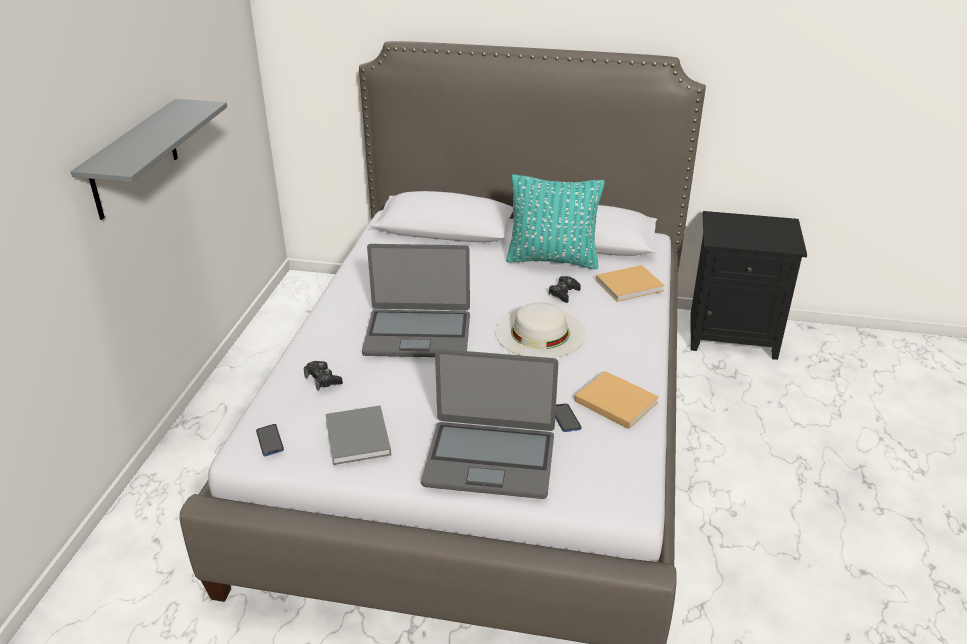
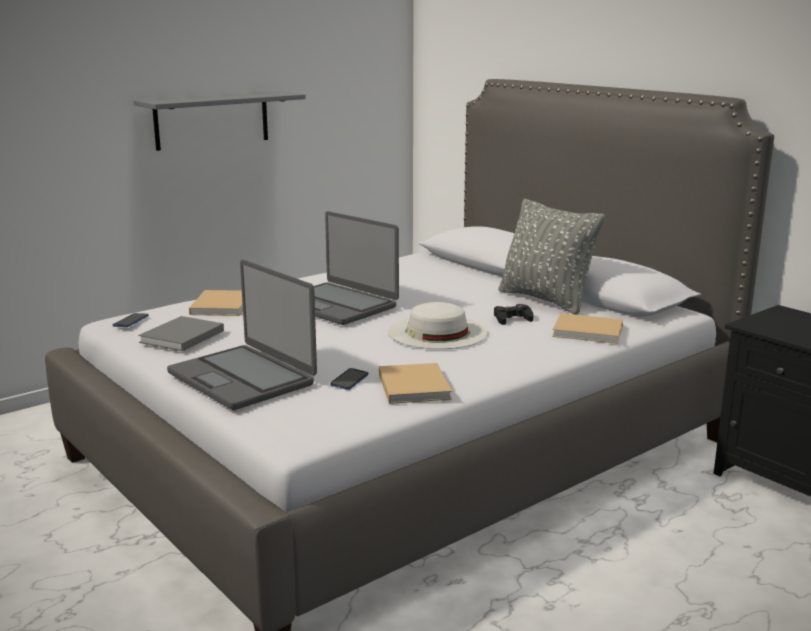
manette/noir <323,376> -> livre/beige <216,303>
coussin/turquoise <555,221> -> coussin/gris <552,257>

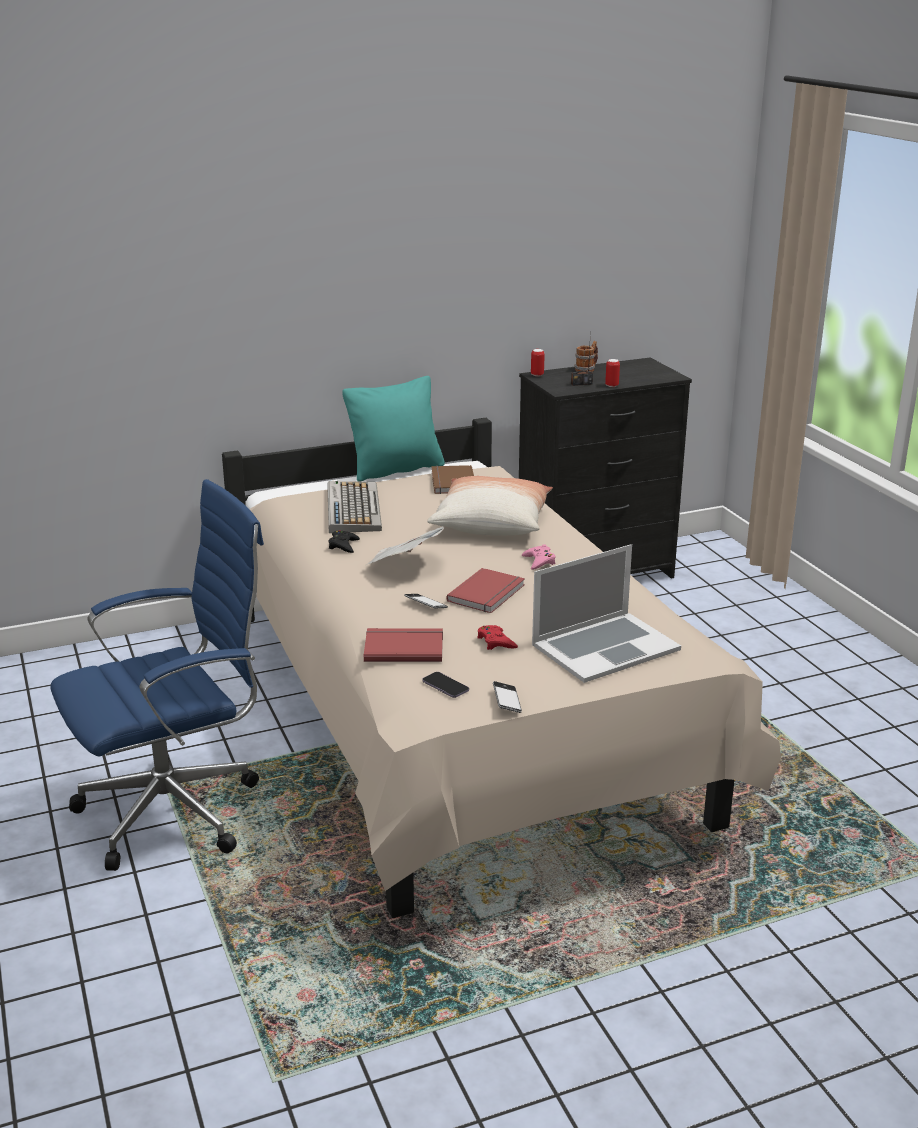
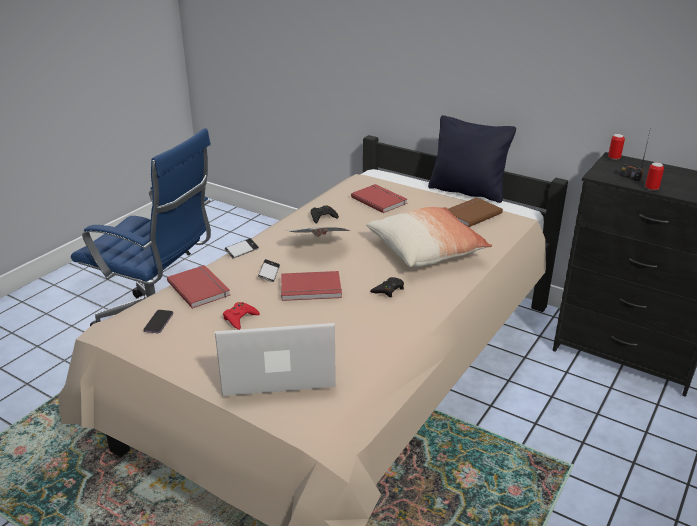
clavier <355,507> -> livre/rouge <379,198>
coussin/turquoise <393,428> -> coussin/noir <472,159>
téléphone <507,697> -> téléphone <242,248>, moved
manette/rose <539,557> -> manette/noir <387,287>
ordinateur portable <606,613> -> ordinateur portable <275,359>, 150 degrees clockwise
mug <586,356> -> none

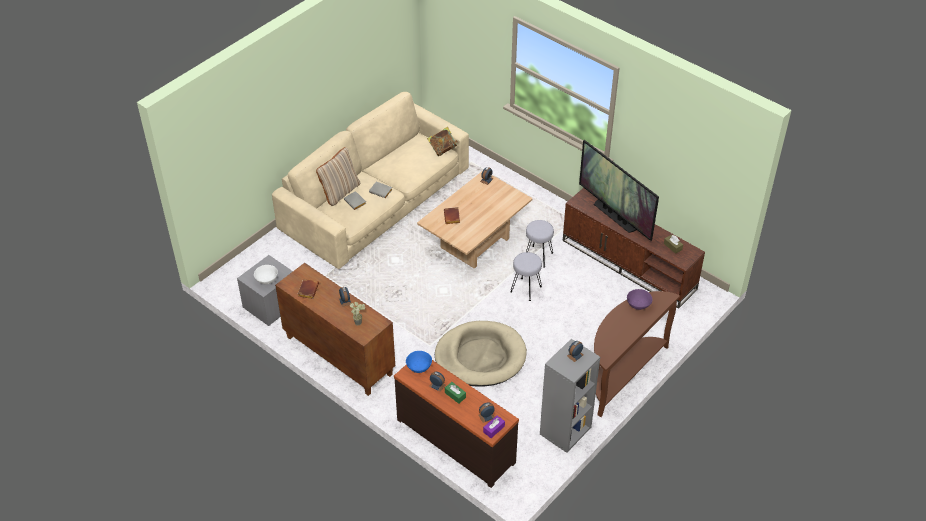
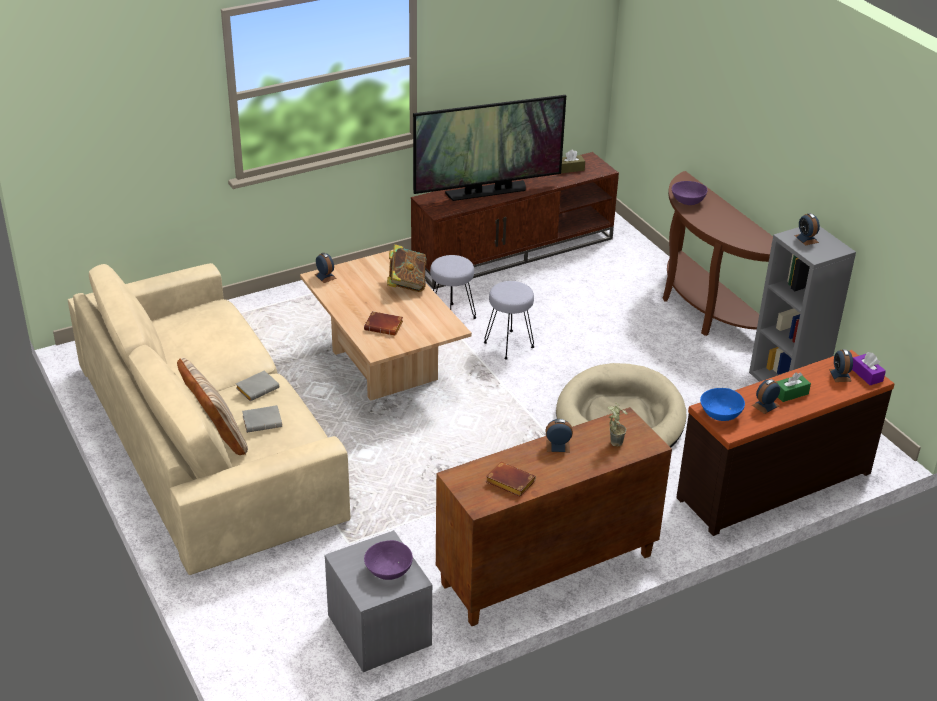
bol/blanc <266,274> -> bol/violet <388,560>
livre <442,141> -> livre <407,268>, moved

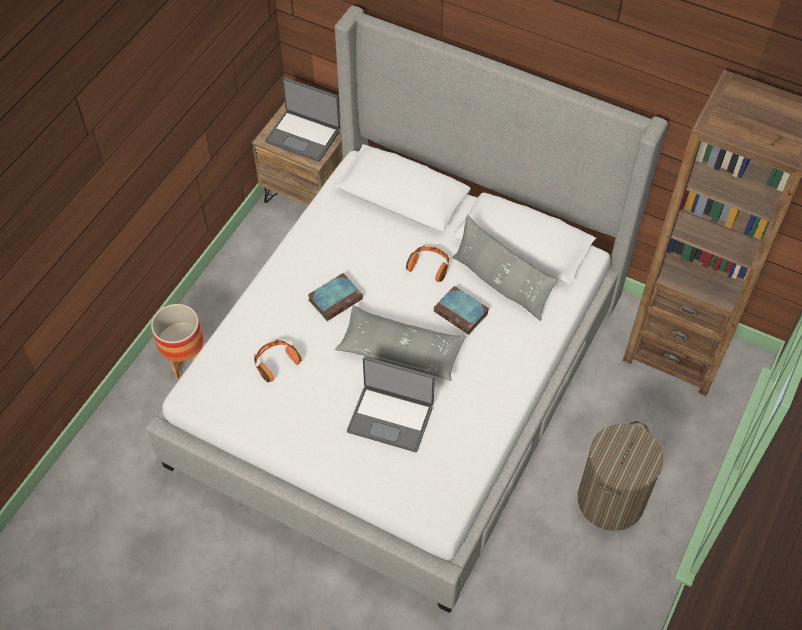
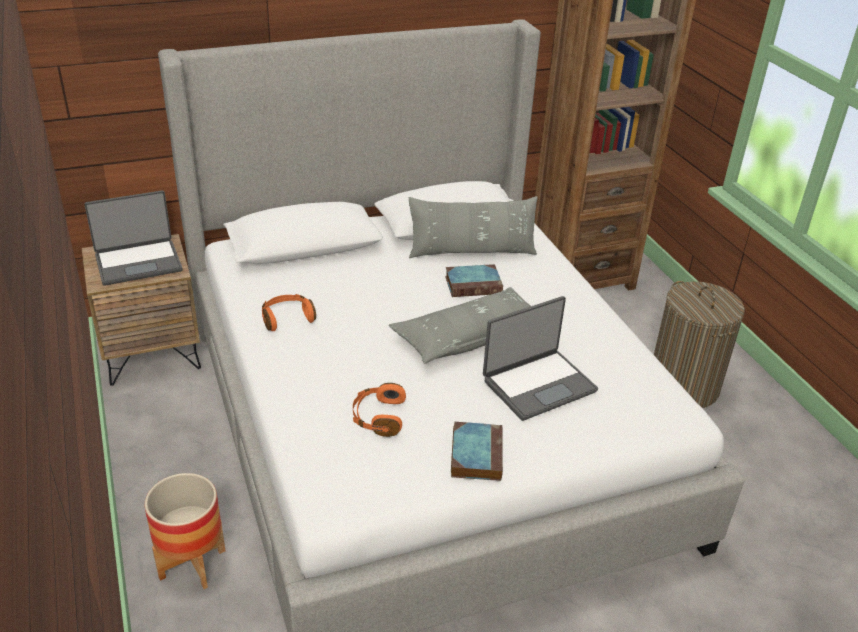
livre <335,297> -> livre <477,451>, moved
casque audio/orange <427,263> -> casque audio/orange <289,312>, moved

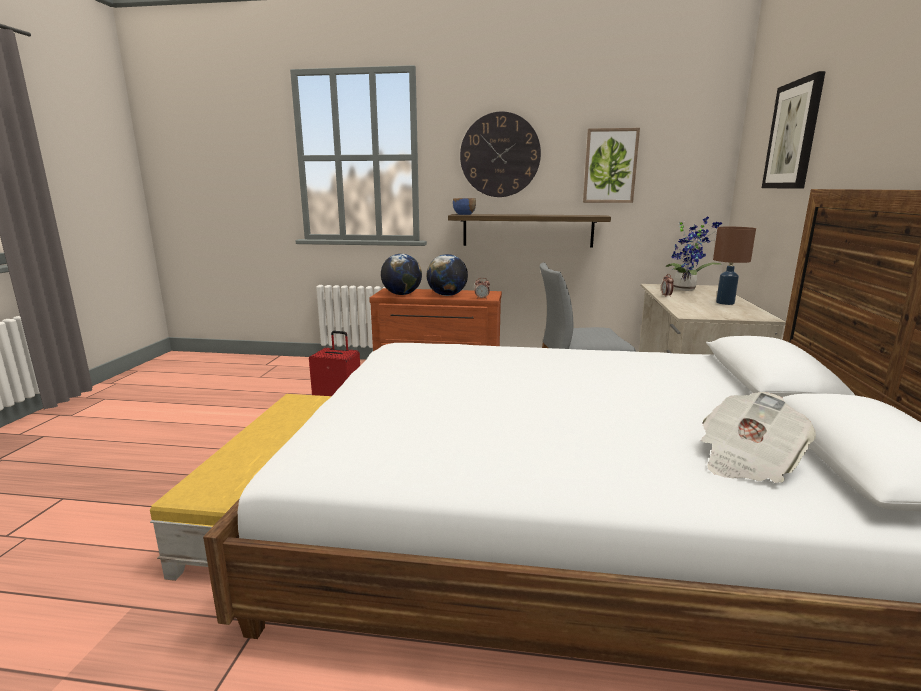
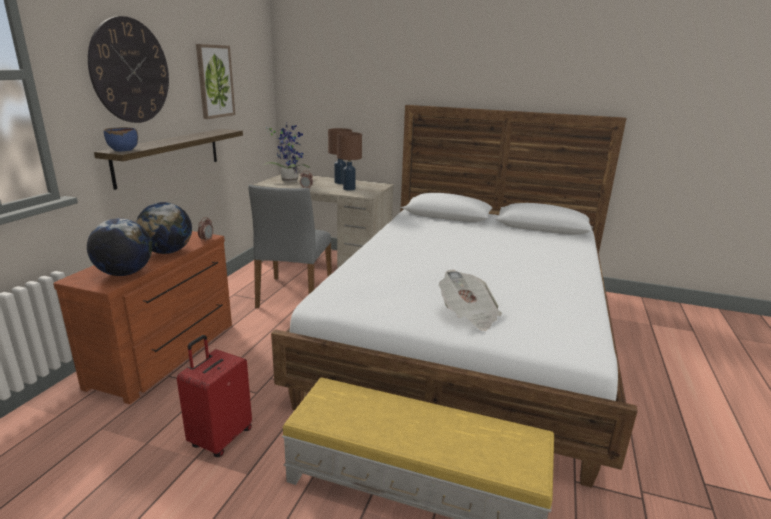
journal <758,437> -> journal <470,300>, moved
tableau <794,130> -> none
none -> lampe de table/marron <349,161>

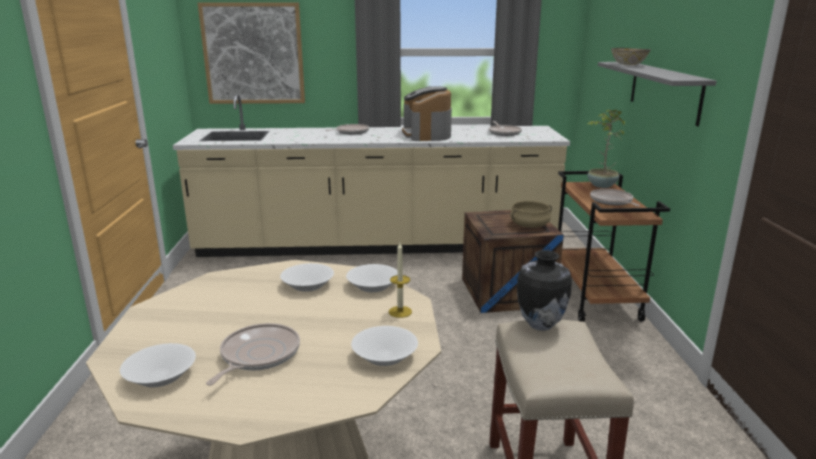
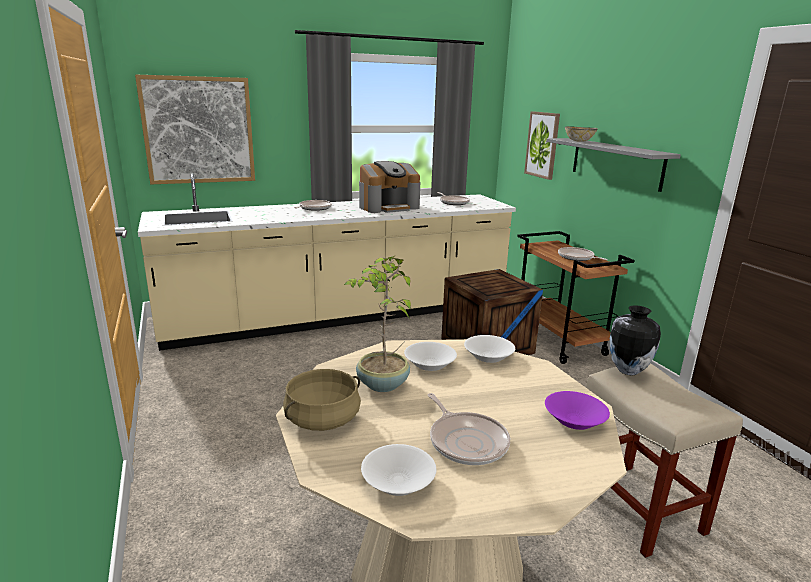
poêle <253,354> -> poêle <469,429>, 150 degrees clockwise
bol/blanc <384,346> -> bol/violet <577,410>
bougie <400,280> -> none
machine à café <427,113> -> machine à café <389,187>, 90 degrees counterclockwise
marmite/beige <531,214> -> marmite/beige <322,400>, moved
plante en pot <606,149> -> plante en pot <377,324>, moved
none -> tableau <542,145>

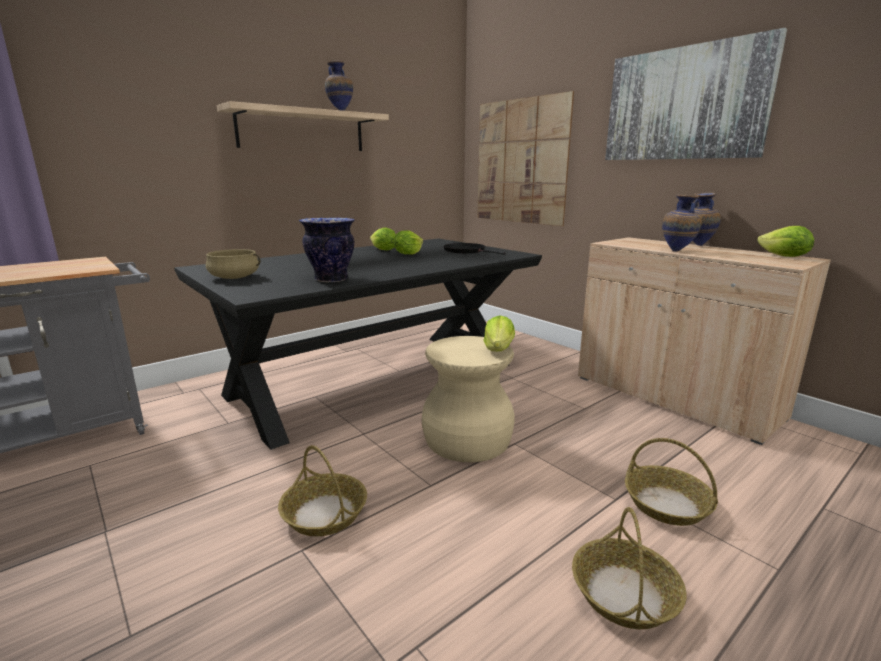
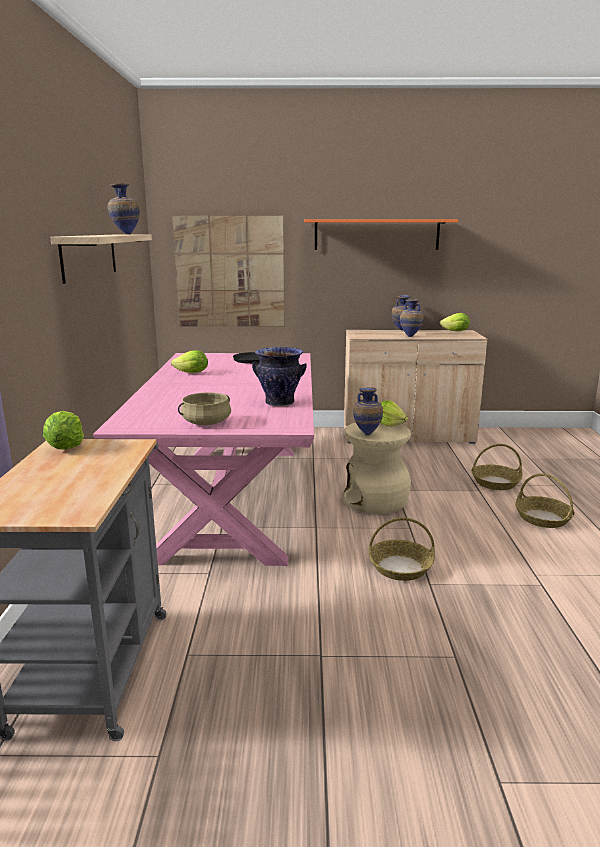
table à manger/noir <358,344> -> table à manger/rose <203,459>
laitue <408,242> -> laitue <63,430>, moved
tableau <696,94> -> étagère/orange <381,234>
none -> vase <368,411>

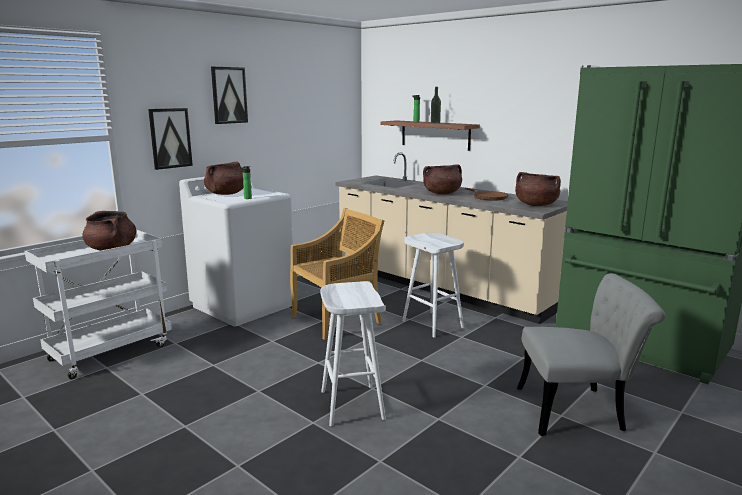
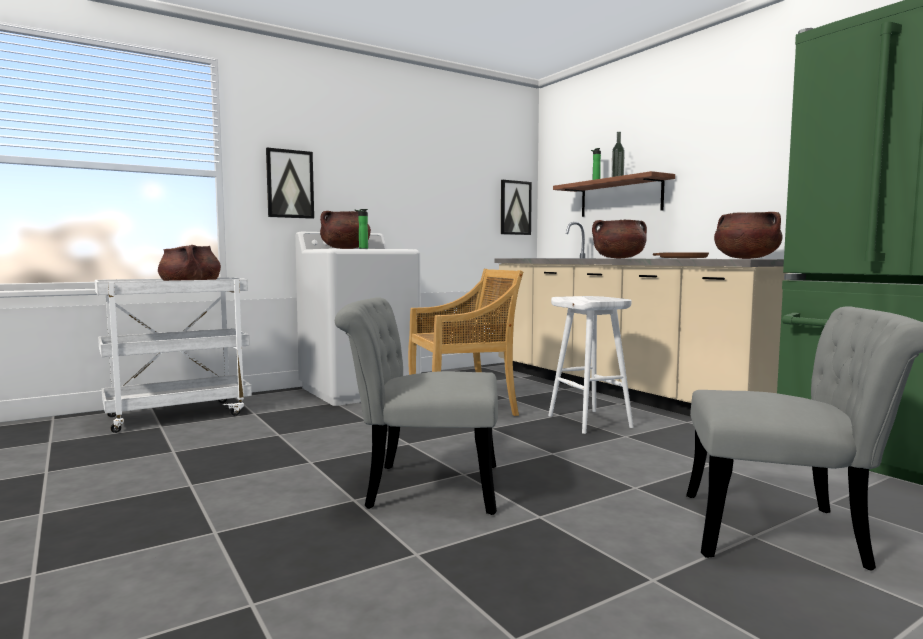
tableau <229,95> -> tableau <516,207>, moved
tabouret/blanc <353,353> -> chaise/gris <416,406>

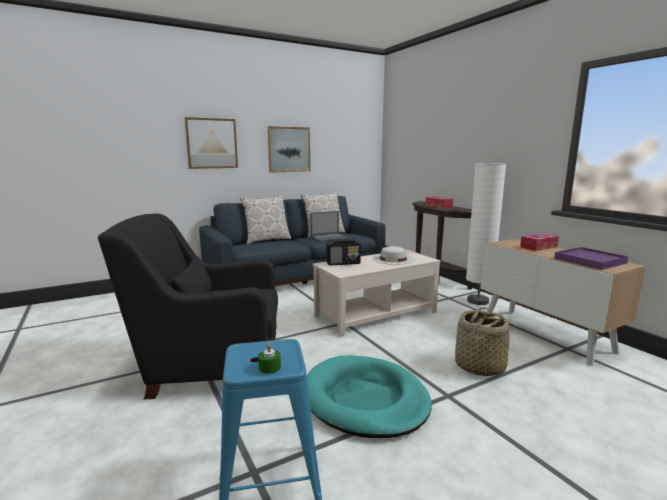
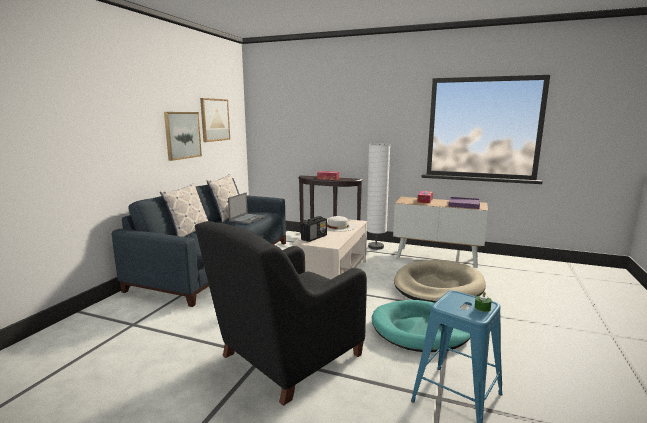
tableau <211,143> -> tableau <215,120>, moved
panier <482,341> -> panier pour chien/beige <440,281>

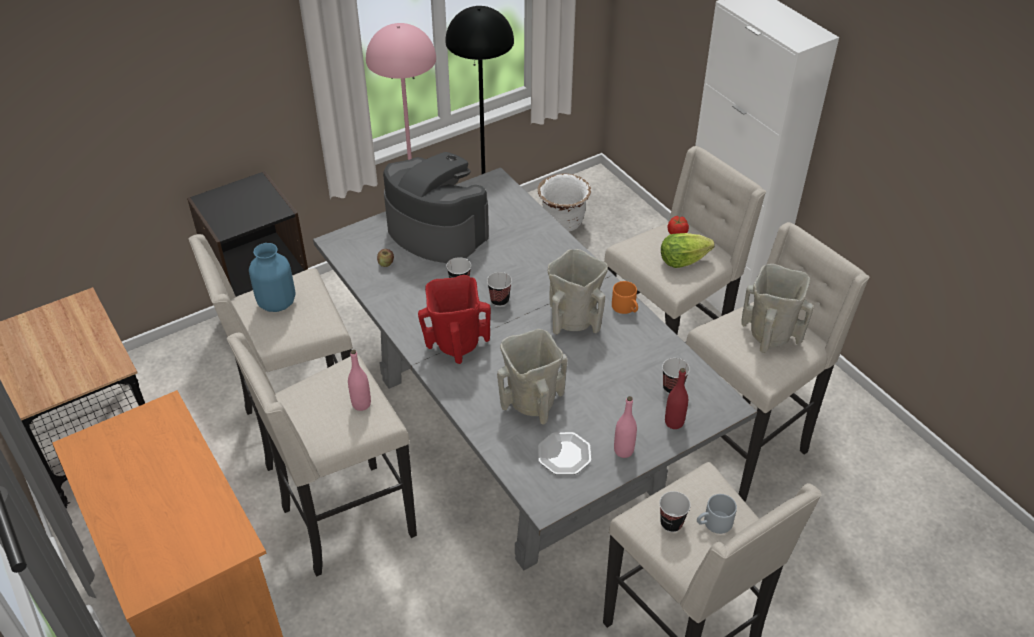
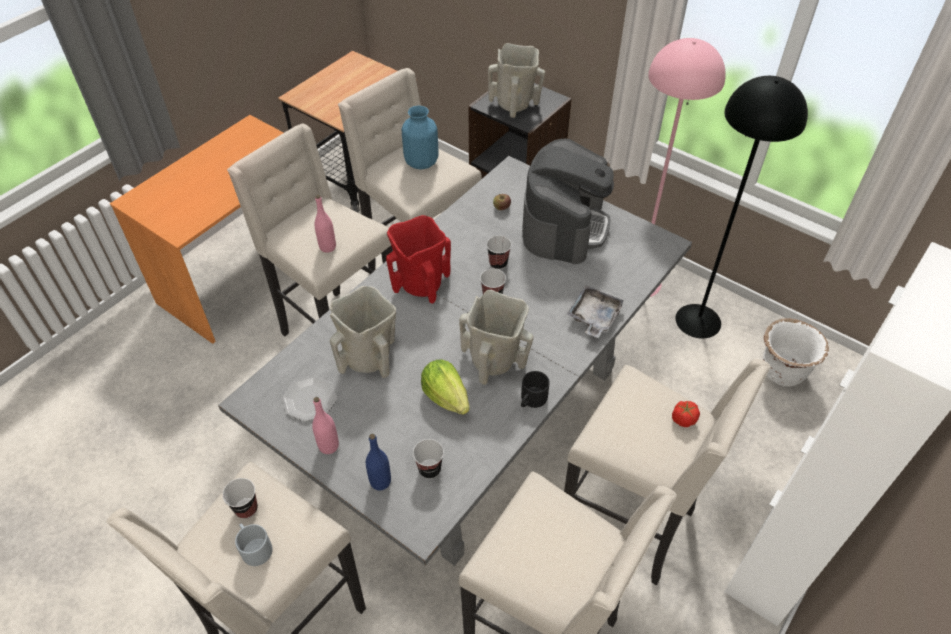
mug/orange <625,297> -> mug/noir <535,389>
laitue <688,250> -> laitue <445,387>, moved
bouteille/rouge <676,398> -> bouteille/bleu <378,462>
vase/beige <777,308> -> vase/beige <516,80>, moved
none -> plateau/gris <596,311>

